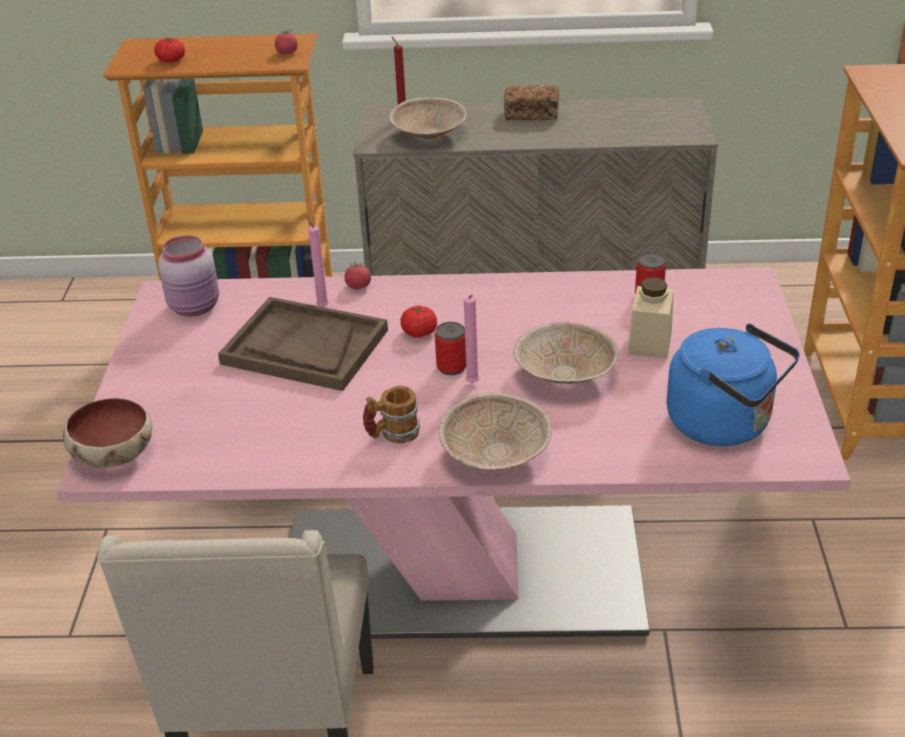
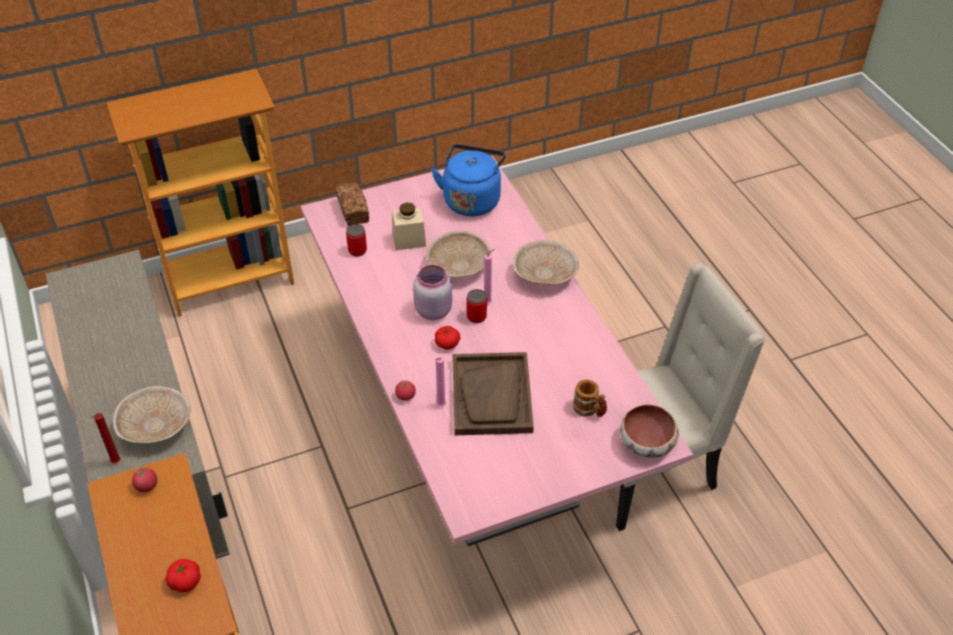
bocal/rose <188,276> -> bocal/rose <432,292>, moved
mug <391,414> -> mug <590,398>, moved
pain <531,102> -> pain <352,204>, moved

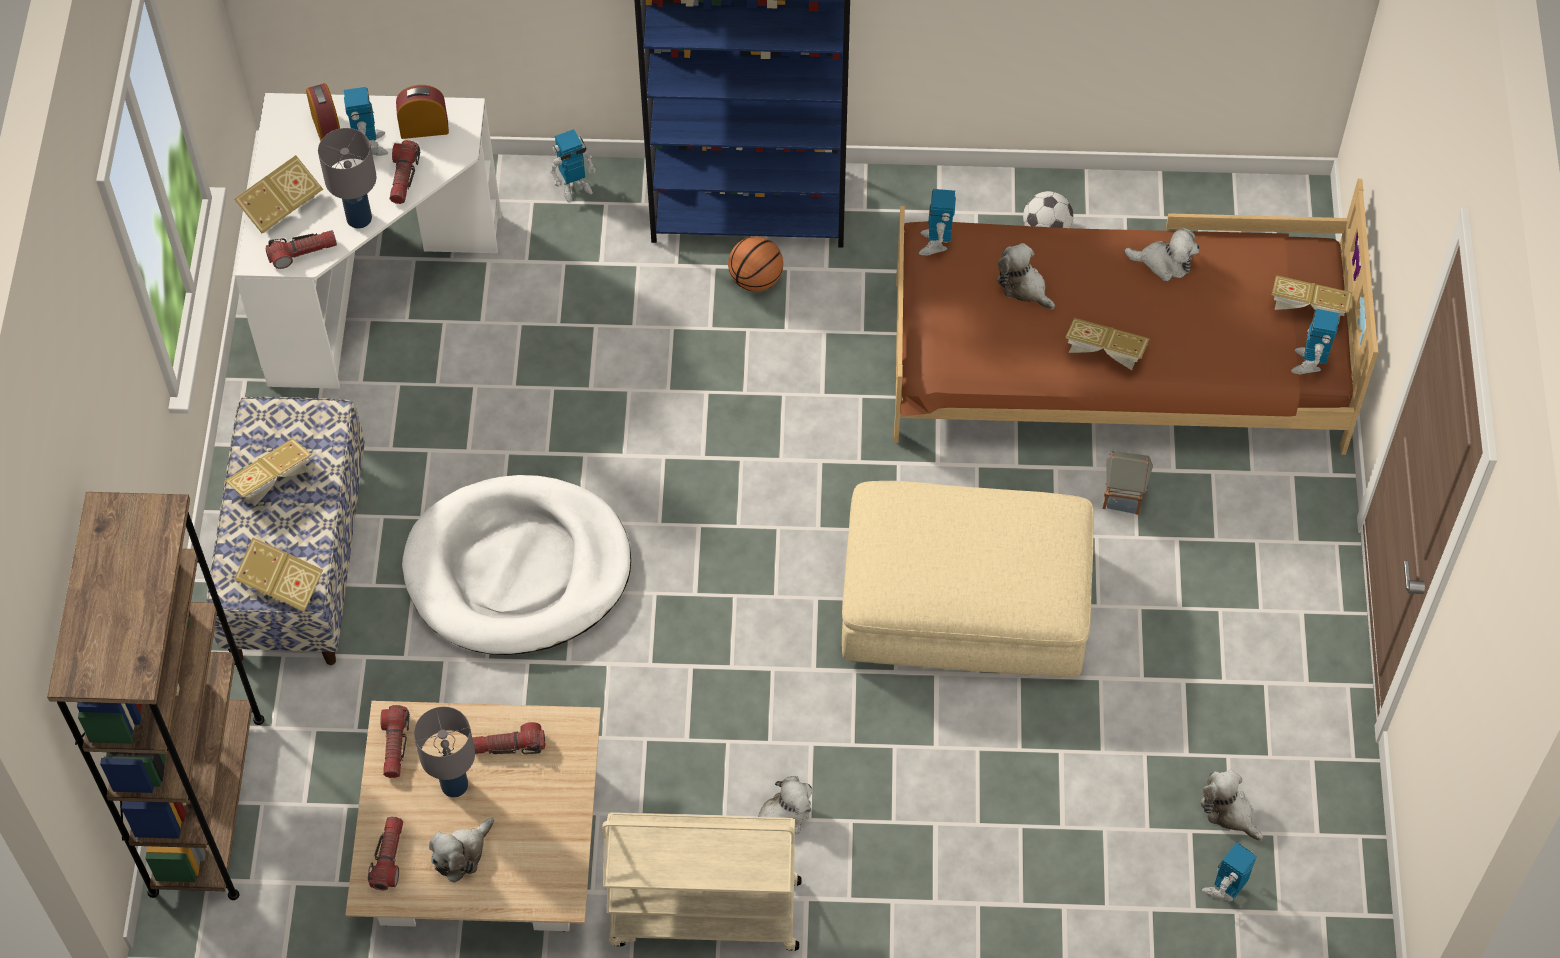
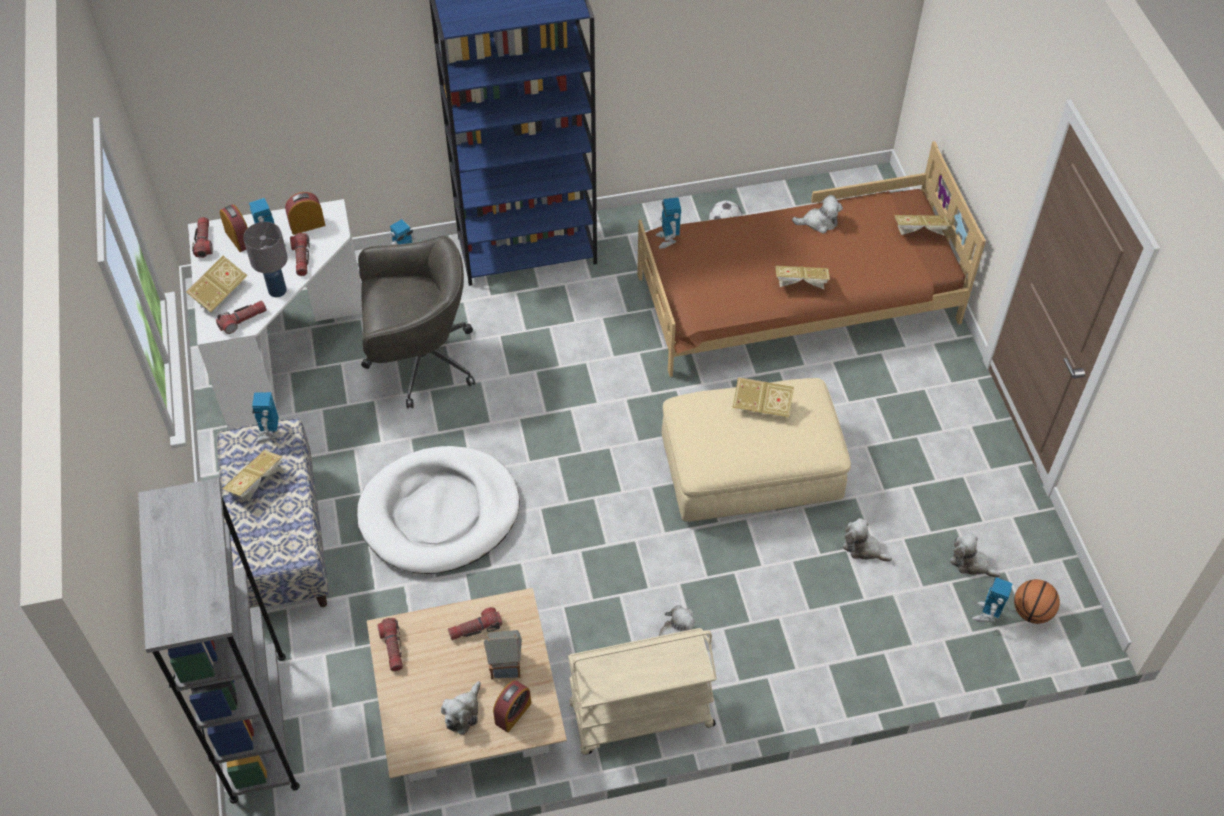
bibliothèque/marron <156,696> -> bibliothèque/gris <219,640>
livre <278,575> -> livre <763,397>, moved
lampe de poche <385,853> -> lampe de poche <202,237>, moved
lampe de table/gris <444,752> -> none
ballon de basket <755,264> -> ballon de basket <1037,601>, moved
peluche <1026,276> -> peluche <867,540>, moved
maison miniature <1128,483> -> maison miniature <503,654>, moved
robot jouet <1315,341> -> robot jouet <265,417>, moved
none -> chaise de bureau/gris <416,322>
none -> réveil <512,706>

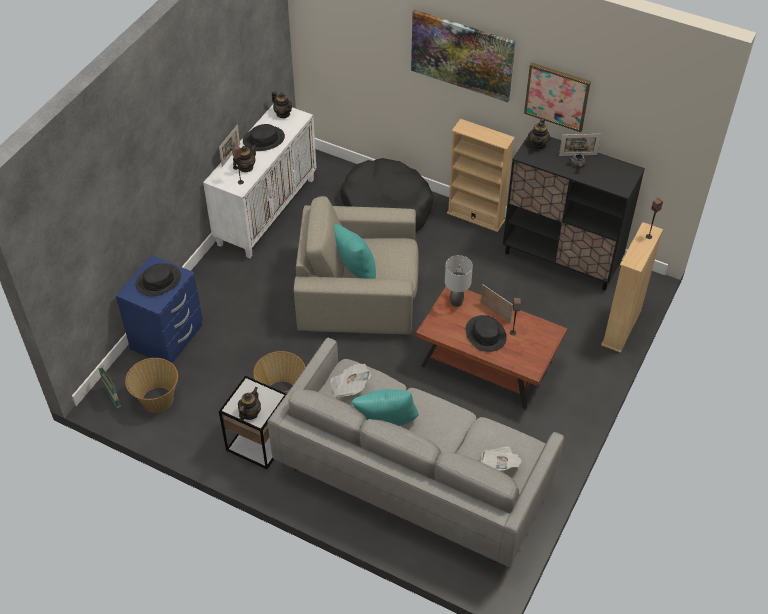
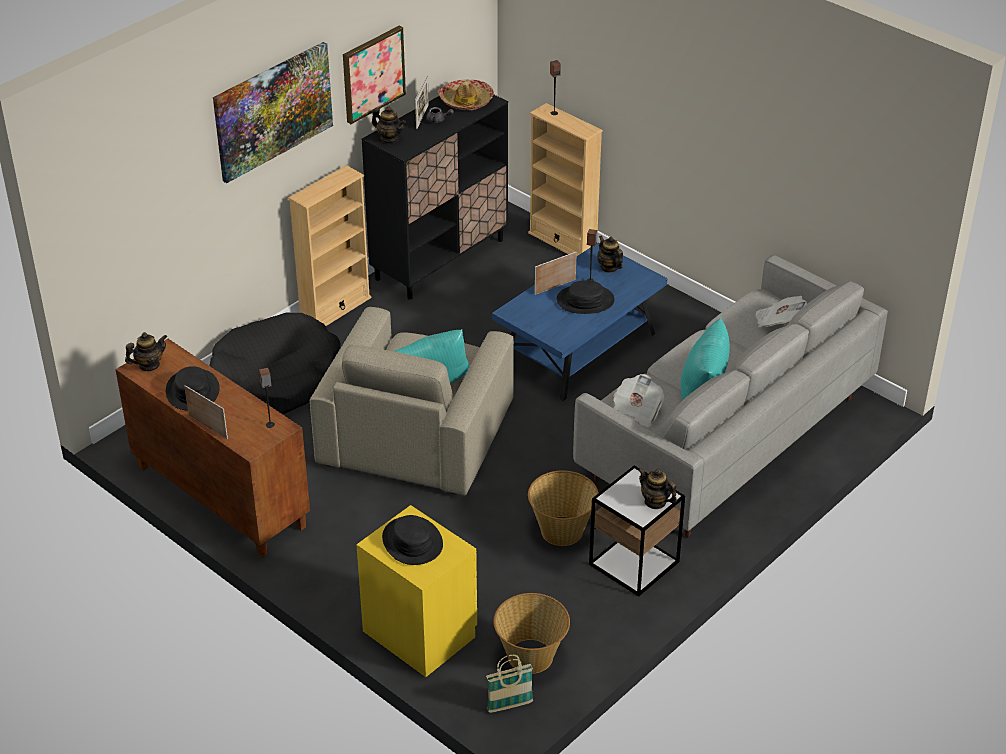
table de chevet/bleu <159,309> -> table de chevet/jaune <416,591>
meuble de rangement/blanc <260,181> -> meuble de rangement/marron <213,448>
théière <244,158> -> théière <610,254>, moved
table basse/marron <492,348> -> table basse/bleu <579,322>
lampe de table/gris <459,281> -> none
none -> chapeau <466,94>

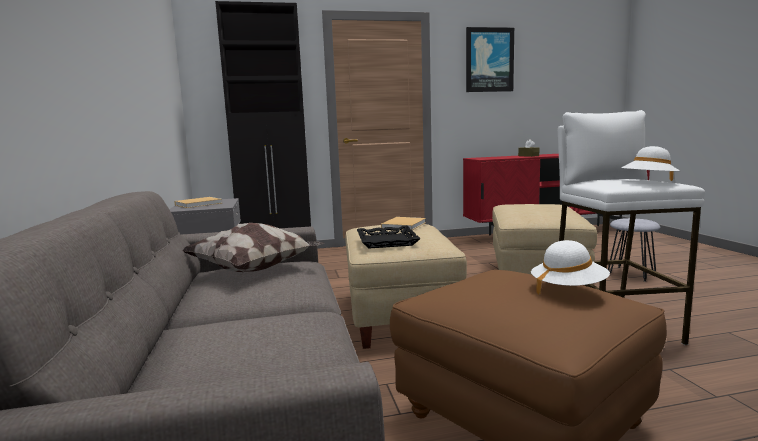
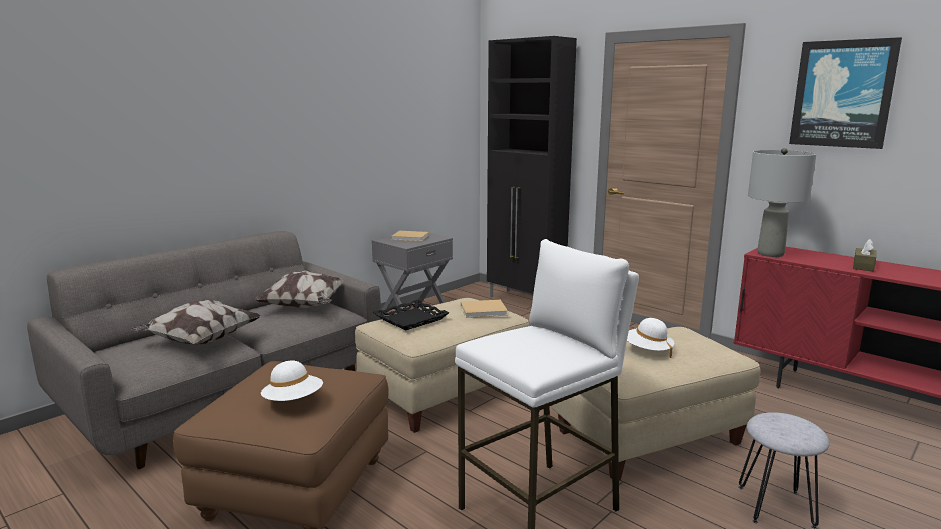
chapeau/blanc <650,163> -> chapeau/blanc <650,338>, moved
none -> coussin <196,322>
none -> lampe de table/gris <782,202>

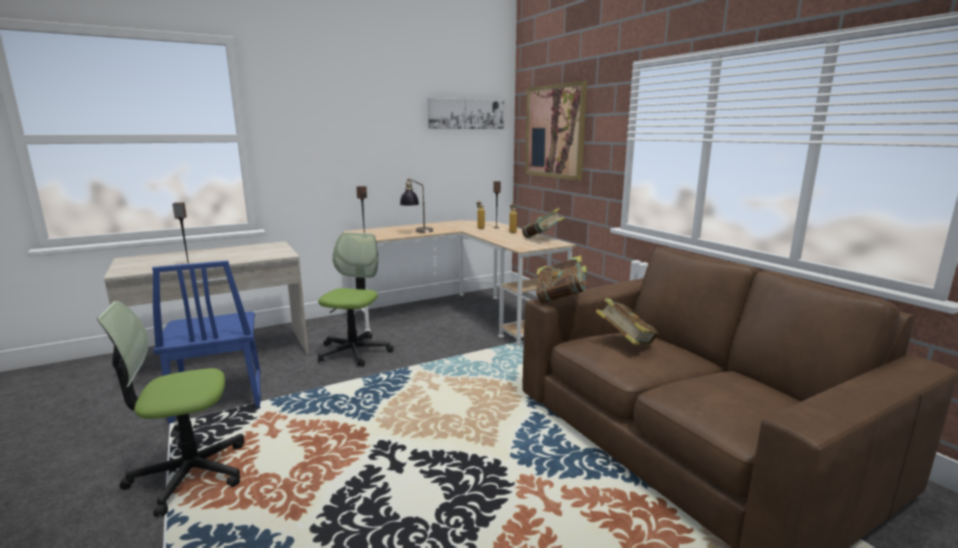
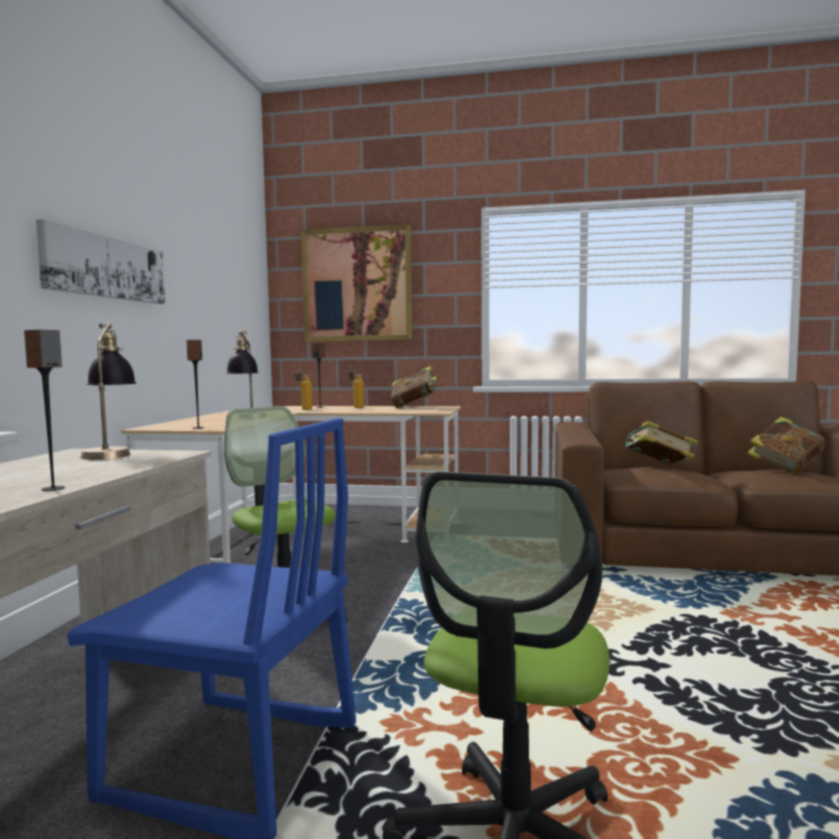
tableau <466,113> -> tableau <100,261>, moved
livre <562,279> -> livre <786,445>, moved
none -> lampe de table <108,391>

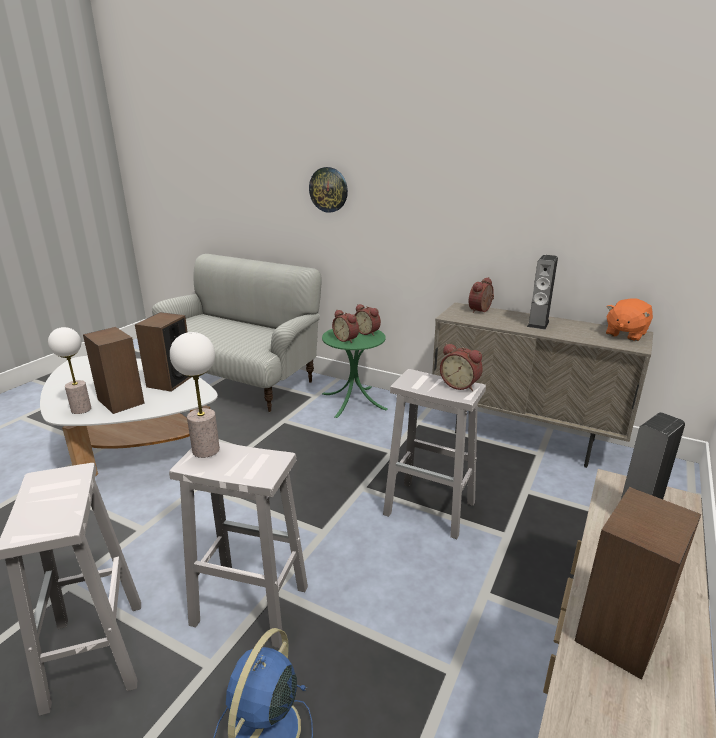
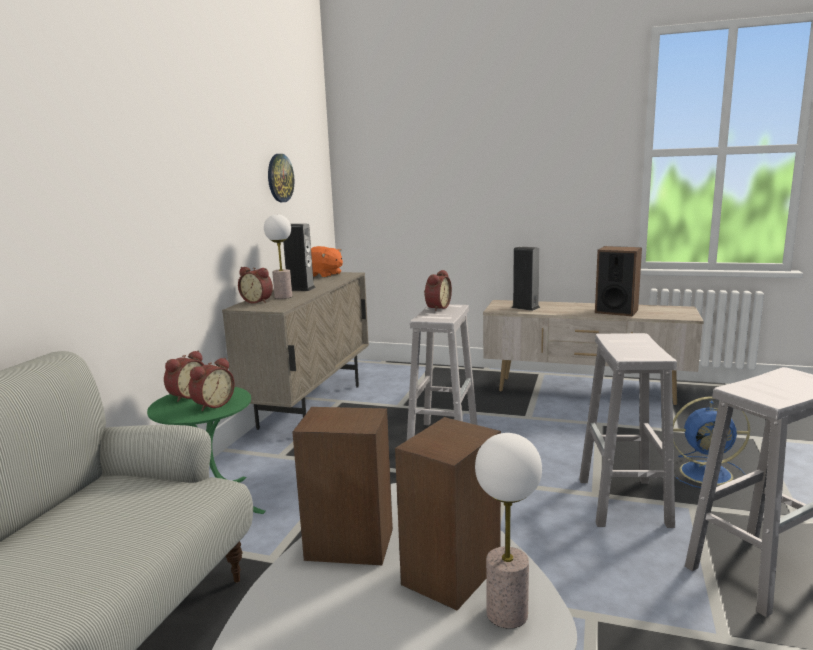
lampe de table <195,395> -> lampe de table <278,256>, moved
horloge murale <328,190> -> horloge murale <281,178>, moved

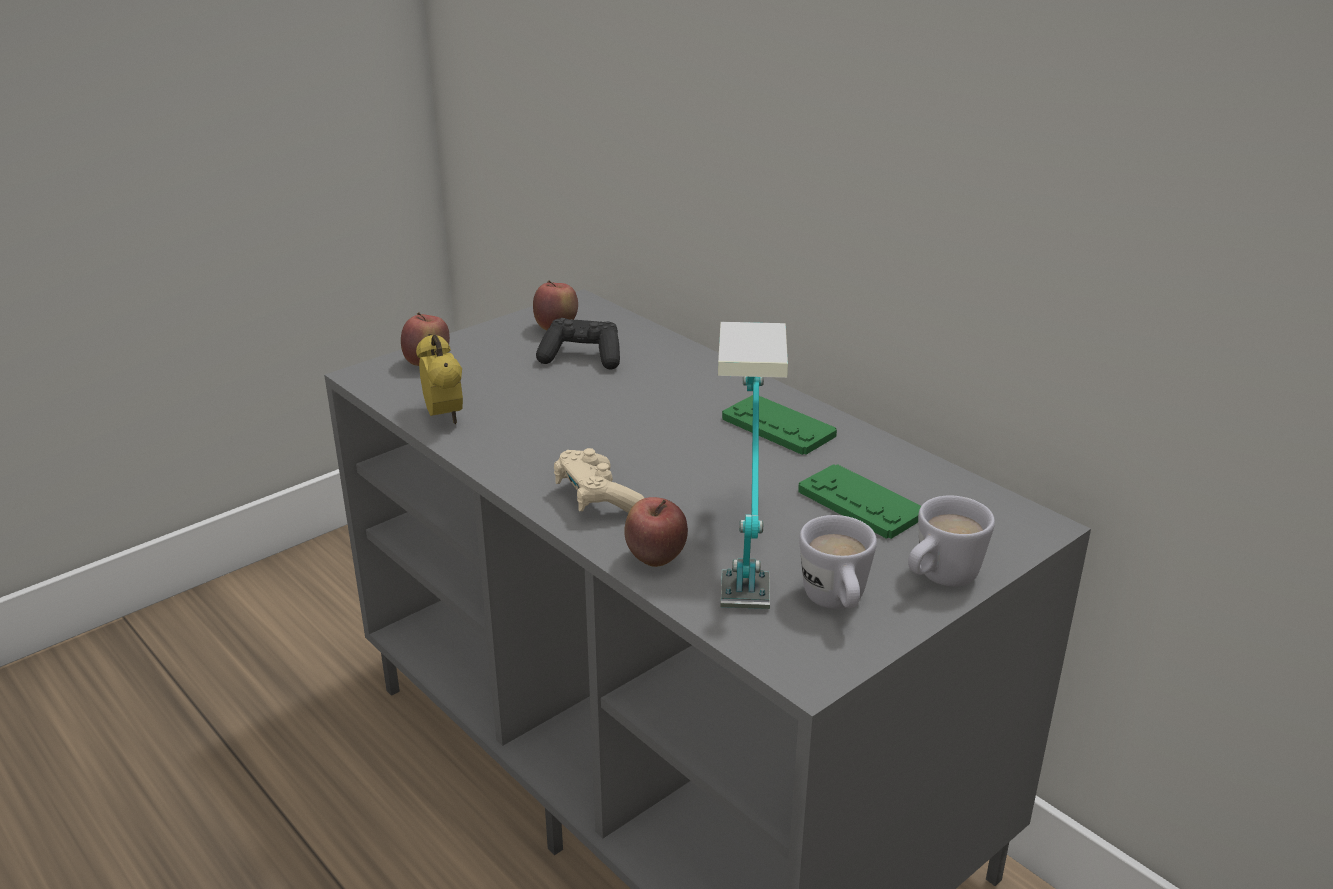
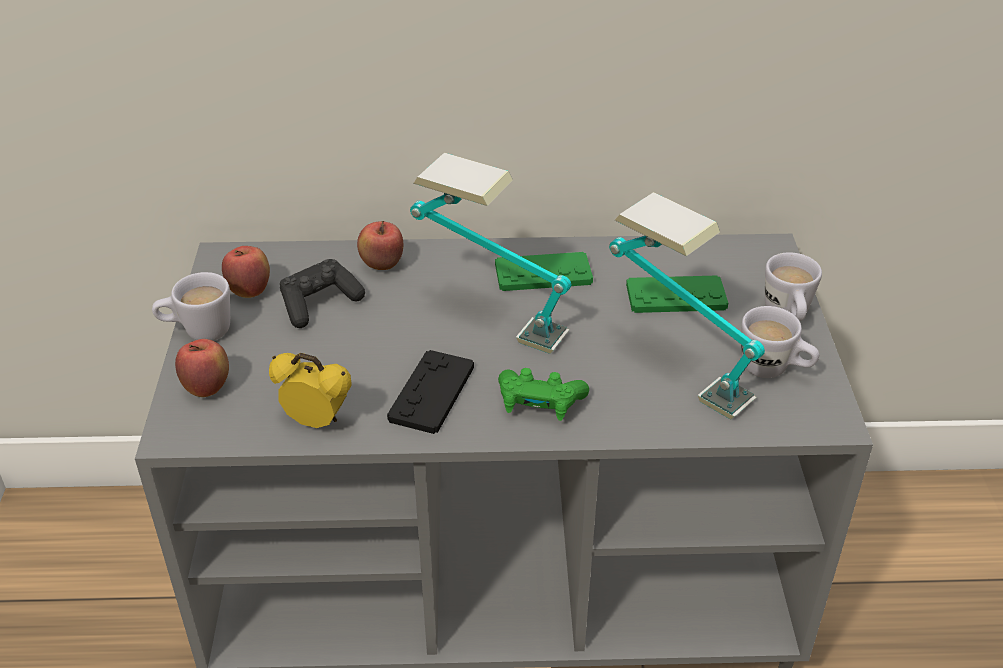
manette/beige <599,480> -> manette/vert <543,394>
pomme <656,532> -> pomme <380,245>, moved
none -> mug/blanc <191,306>
none -> manette/noir <430,392>
none -> lampe de table <490,253>

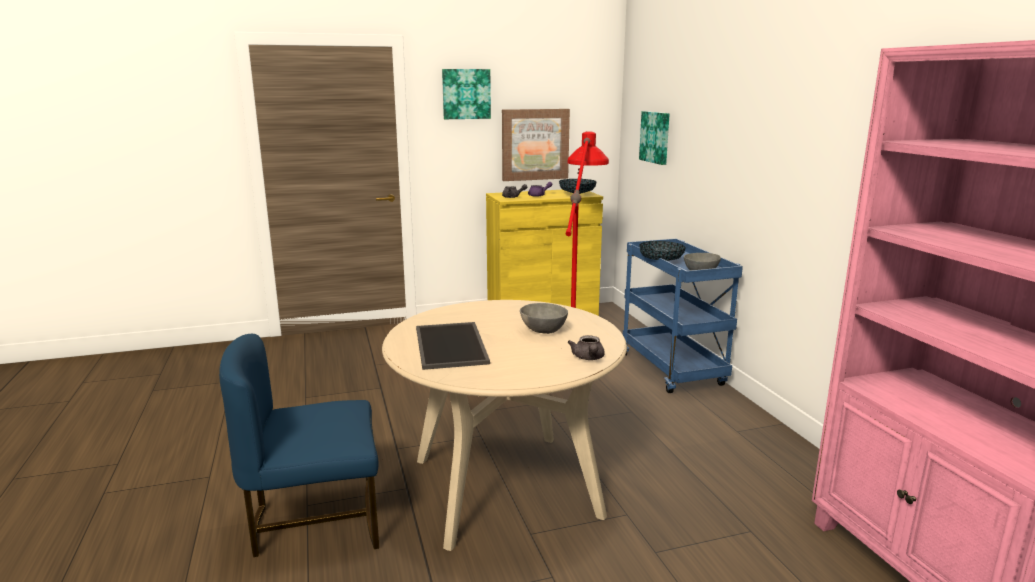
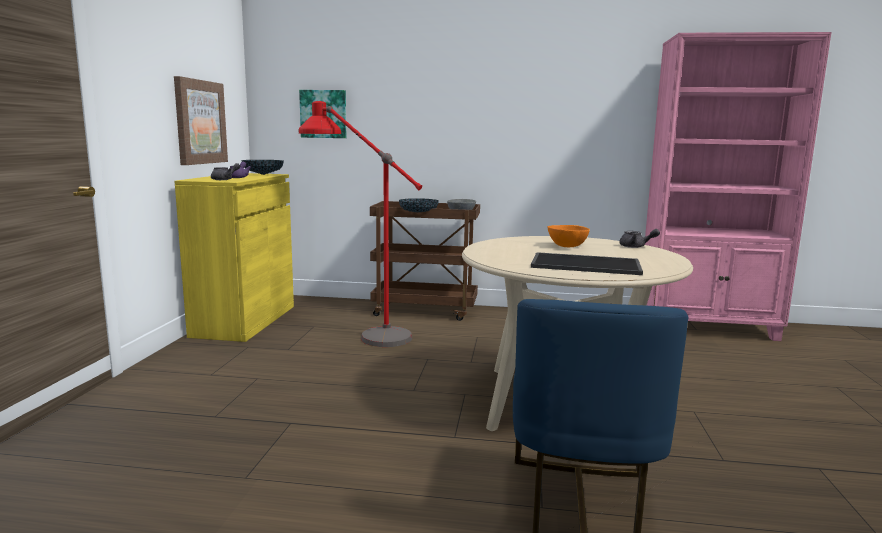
tableau <466,94> -> none
bol/gris <544,318> -> bol/orange <568,236>
chariot/bleu <683,315> -> chariot/marron <425,261>

